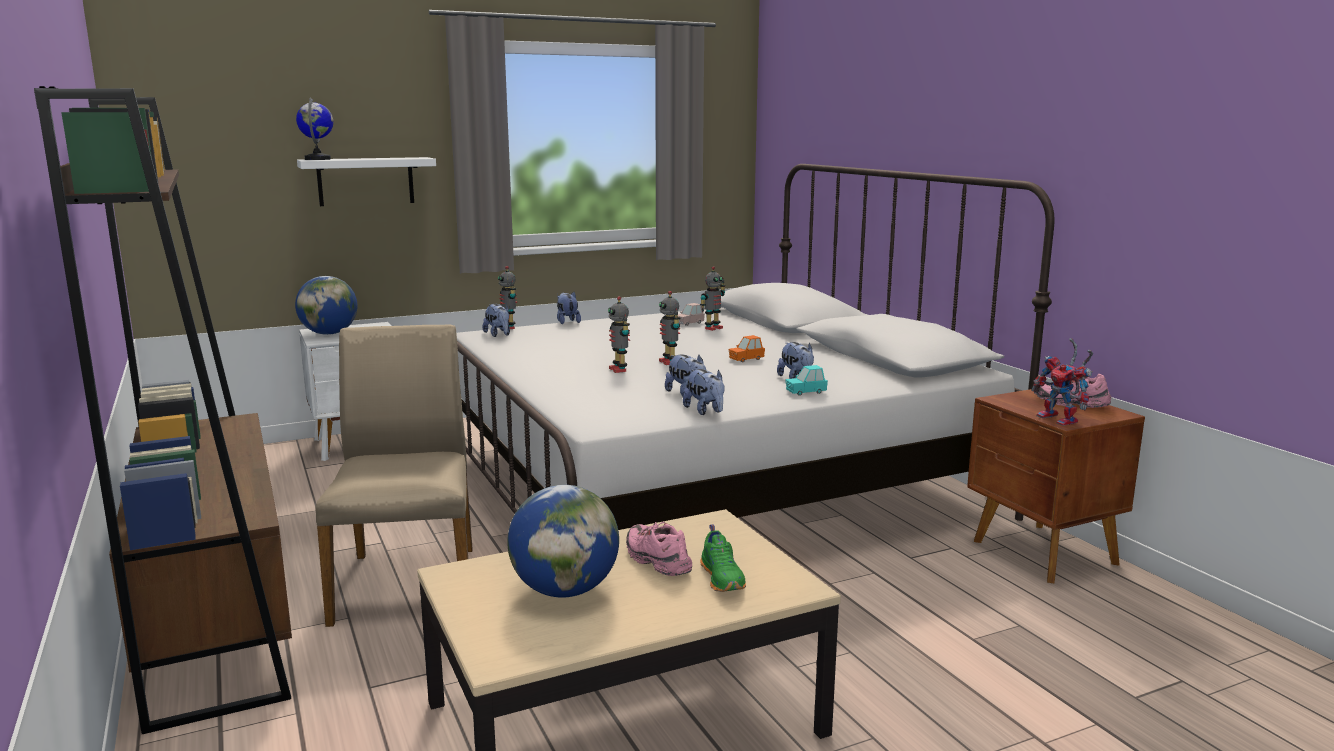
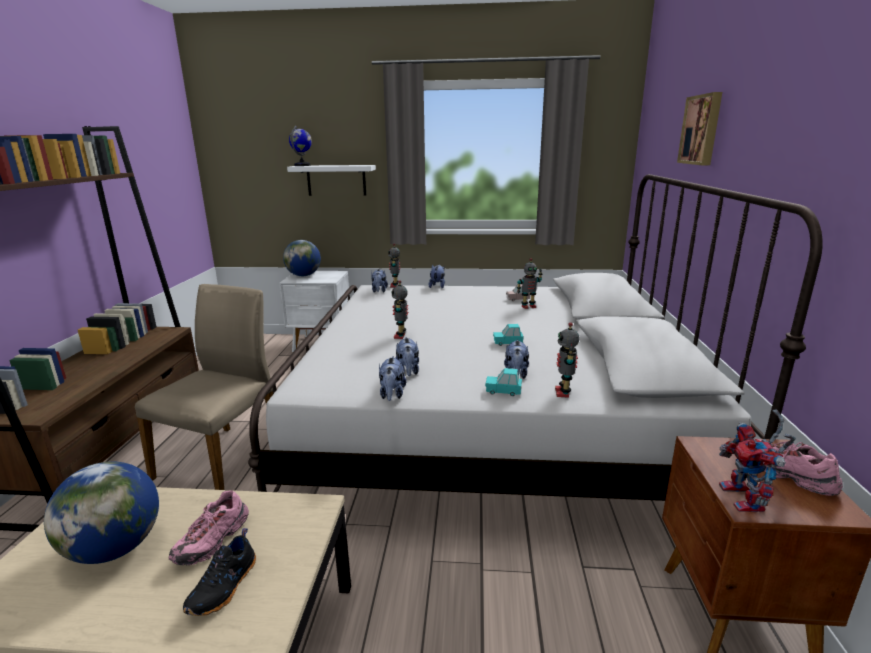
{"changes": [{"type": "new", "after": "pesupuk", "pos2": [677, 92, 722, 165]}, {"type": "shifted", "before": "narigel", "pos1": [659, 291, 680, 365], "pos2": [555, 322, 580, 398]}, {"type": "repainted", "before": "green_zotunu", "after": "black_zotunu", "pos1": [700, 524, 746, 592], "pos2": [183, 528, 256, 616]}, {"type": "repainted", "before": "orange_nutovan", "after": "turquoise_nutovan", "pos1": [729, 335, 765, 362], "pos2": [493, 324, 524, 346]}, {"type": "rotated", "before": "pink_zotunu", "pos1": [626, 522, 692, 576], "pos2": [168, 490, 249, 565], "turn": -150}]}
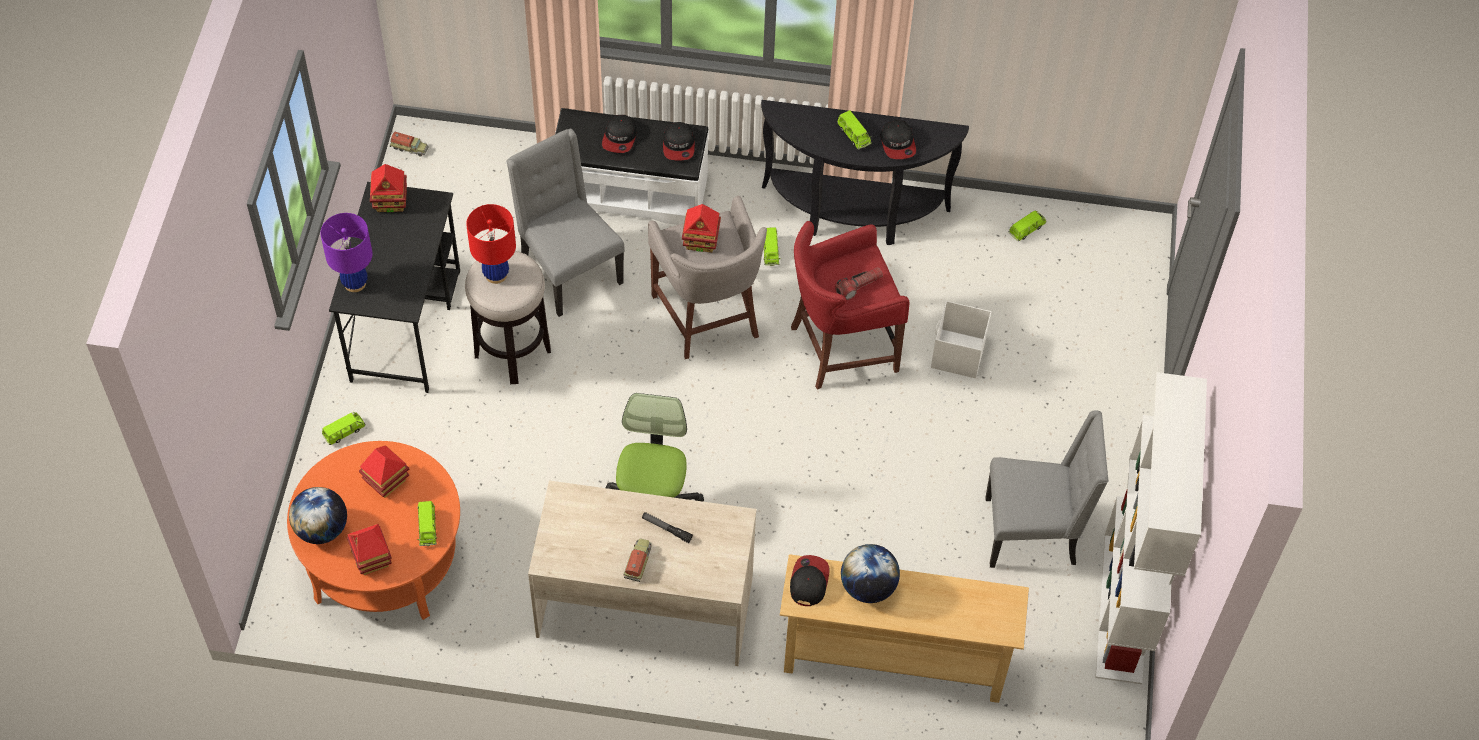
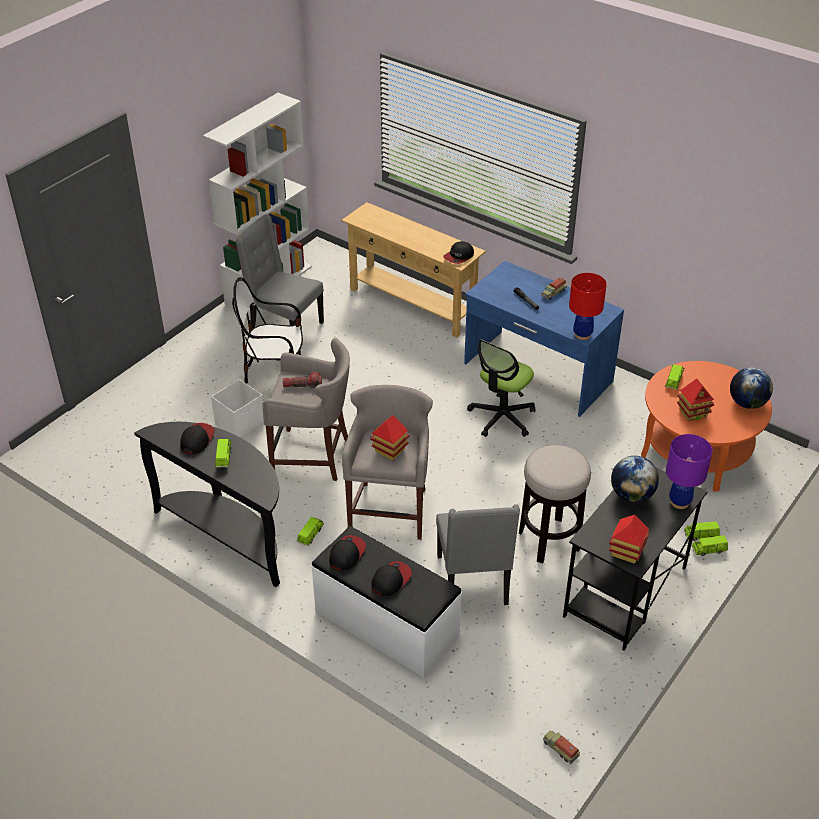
{"changes": [{"type": "gone", "before": "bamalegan", "pos1": [347, 524, 392, 575]}, {"type": "new", "after": "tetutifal", "pos2": [232, 277, 303, 384]}, {"type": "shifted", "before": "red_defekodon", "pos1": [466, 204, 516, 284], "pos2": [569, 273, 607, 340]}, {"type": "shifted", "before": "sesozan", "pos1": [841, 544, 900, 603], "pos2": [611, 456, 659, 503]}, {"type": "shifted", "before": "green_nutovan", "pos1": [1009, 210, 1047, 241], "pos2": [692, 535, 728, 556]}, {"type": "repainted", "before": "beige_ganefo", "after": "blue_ganefo", "pos1": [528, 481, 757, 666], "pos2": [464, 261, 624, 417]}, {"type": "repainted", "before": "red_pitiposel", "after": "grey_pitiposel", "pos1": [791, 221, 909, 390], "pos2": [263, 338, 350, 481]}]}
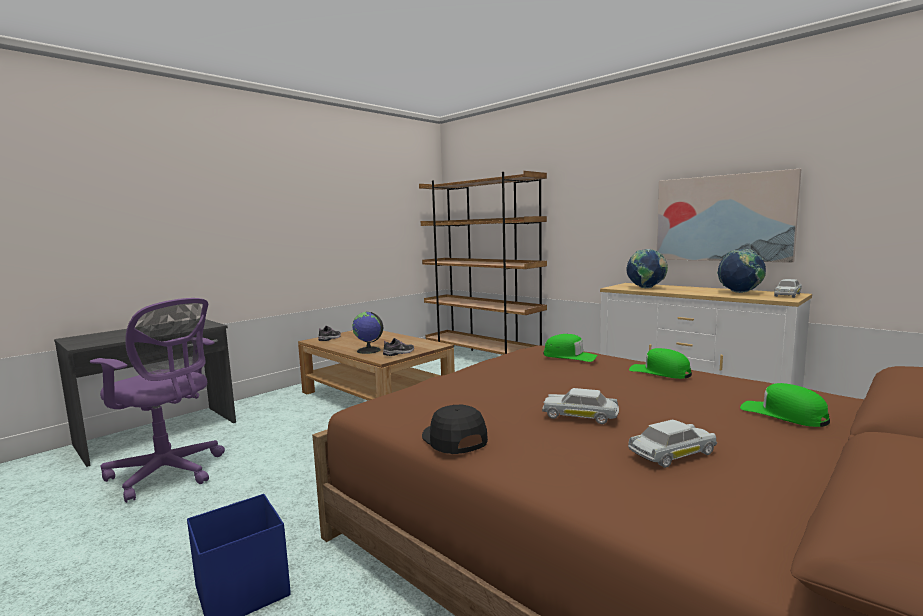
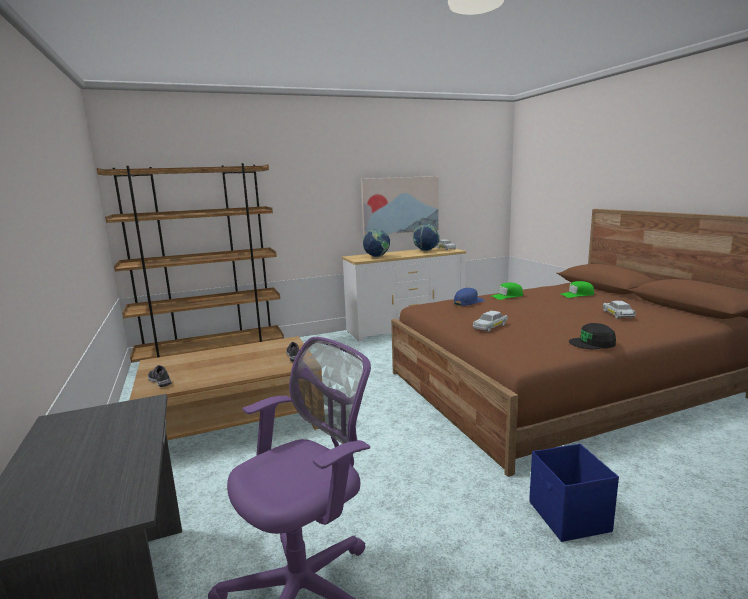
{"changes": [{"type": "gone", "before": "sesozan", "pos1": [352, 312, 383, 354]}, {"type": "shifted", "before": "white_nutovan", "pos1": [542, 388, 619, 424], "pos2": [472, 311, 508, 332]}, {"type": "repainted", "before": "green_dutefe", "after": "blue_dutefe", "pos1": [543, 334, 598, 362], "pos2": [454, 288, 485, 306]}]}
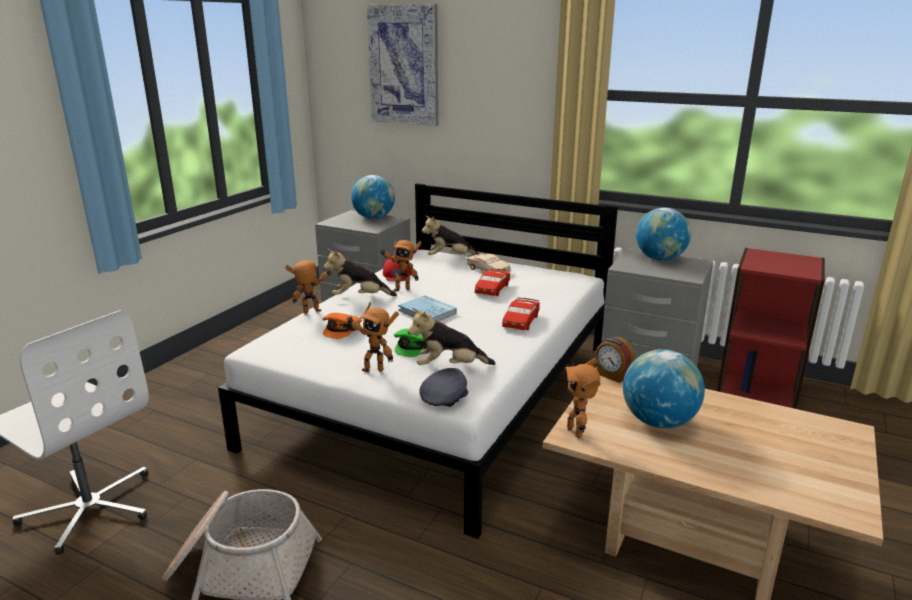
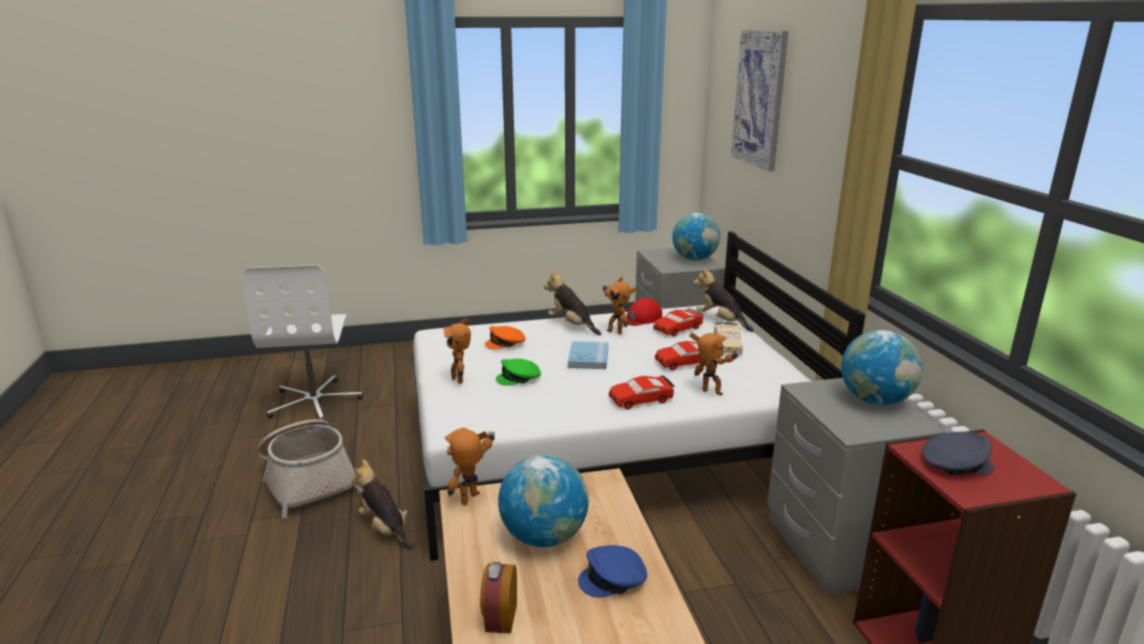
{"changes": [{"type": "new", "after": "blue_dutefe", "pos2": [578, 545, 647, 598]}, {"type": "new", "after": "red_nutovan", "pos2": [653, 308, 704, 337]}, {"type": "shifted", "before": "narigel", "pos1": [285, 260, 332, 314], "pos2": [689, 333, 739, 395]}, {"type": "shifted", "before": "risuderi", "pos1": [407, 308, 495, 365], "pos2": [351, 459, 415, 550]}, {"type": "shifted", "before": "grey_dutefe", "pos1": [419, 368, 468, 407], "pos2": [922, 432, 994, 475]}, {"type": "shifted", "before": "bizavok", "pos1": [595, 337, 634, 383], "pos2": [480, 562, 517, 634]}]}
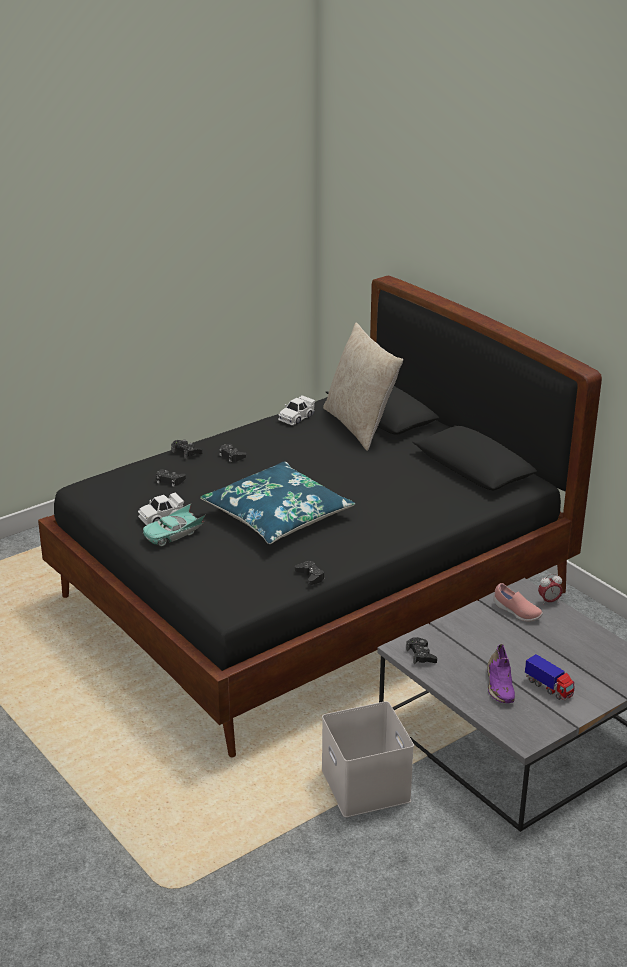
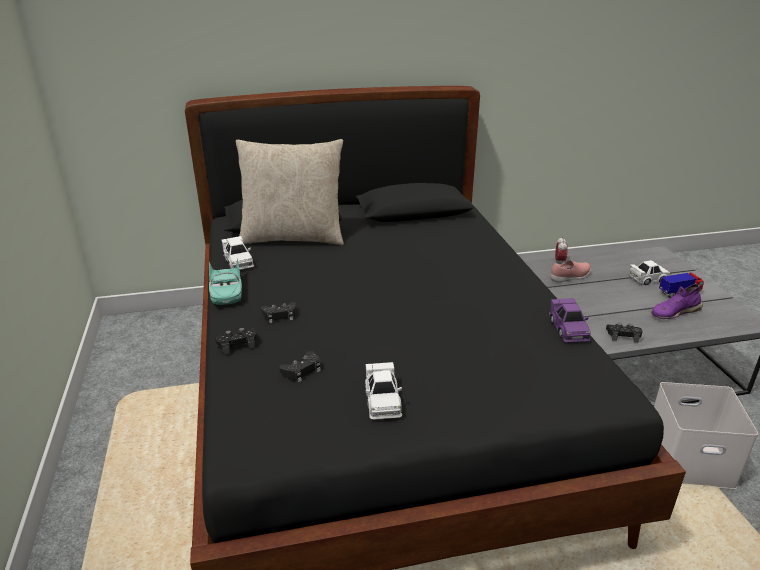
{"changes": [{"type": "gone", "before": "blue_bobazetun", "pos1": [200, 461, 355, 544]}, {"type": "new", "after": "white_nutovan", "pos2": [629, 260, 670, 285]}, {"type": "shifted", "before": "turquoise_nutovan", "pos1": [143, 504, 206, 547], "pos2": [209, 258, 242, 305]}, {"type": "swapped", "before": "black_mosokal", "after": "purple_nutovan", "pos1": [295, 561, 325, 585], "pos2": [549, 298, 591, 343]}, {"type": "rotated", "before": "purple_zotunu", "pos1": [487, 644, 515, 703], "pos2": [651, 284, 703, 319], "turn": 135}]}
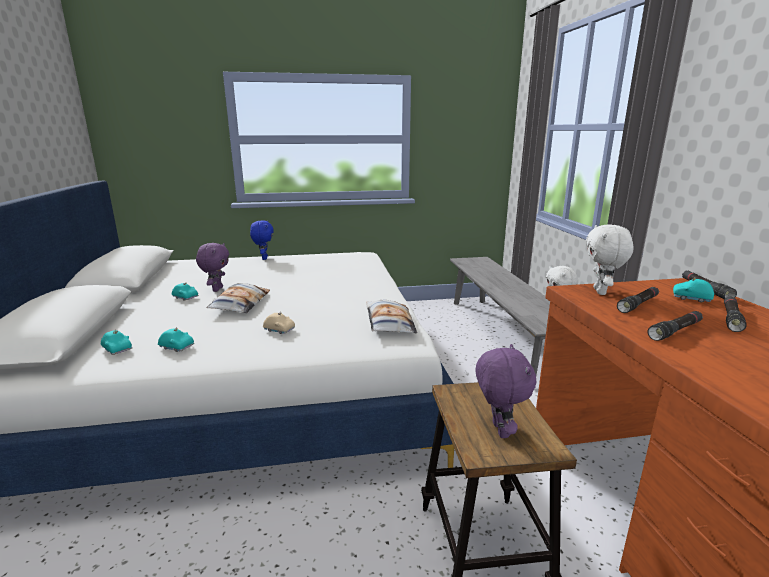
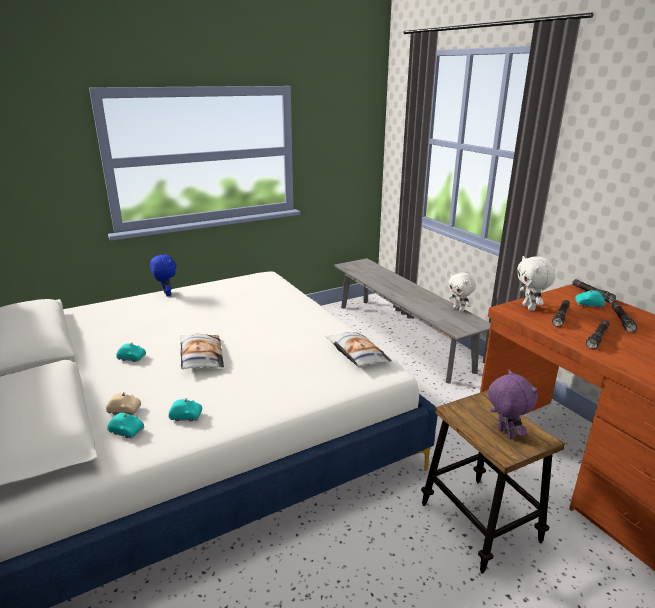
{"changes": [{"type": "gone", "before": "purple_risuderi", "pos1": [196, 243, 229, 292]}, {"type": "shifted", "before": "beige_nutovan", "pos1": [263, 312, 295, 334], "pos2": [106, 392, 141, 415]}]}
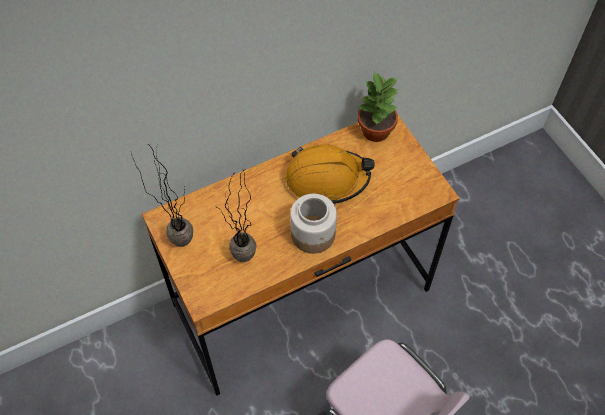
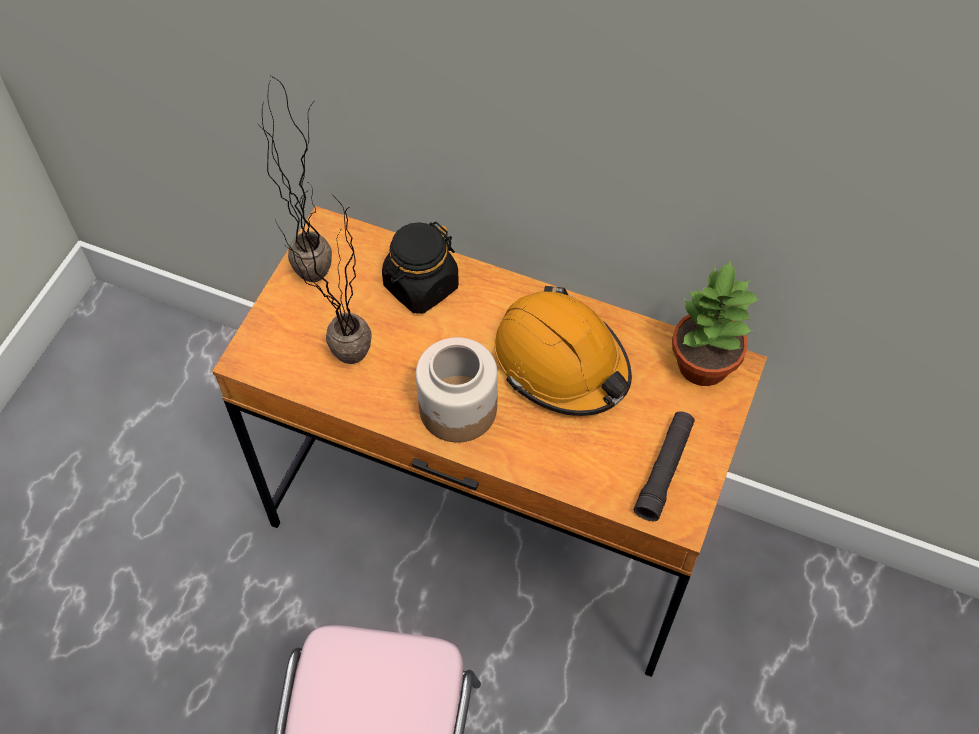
{"changes": [{"type": "new", "after": "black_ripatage", "pos2": [382, 222, 459, 314]}, {"type": "new", "after": "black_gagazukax", "pos2": [634, 411, 695, 521]}]}
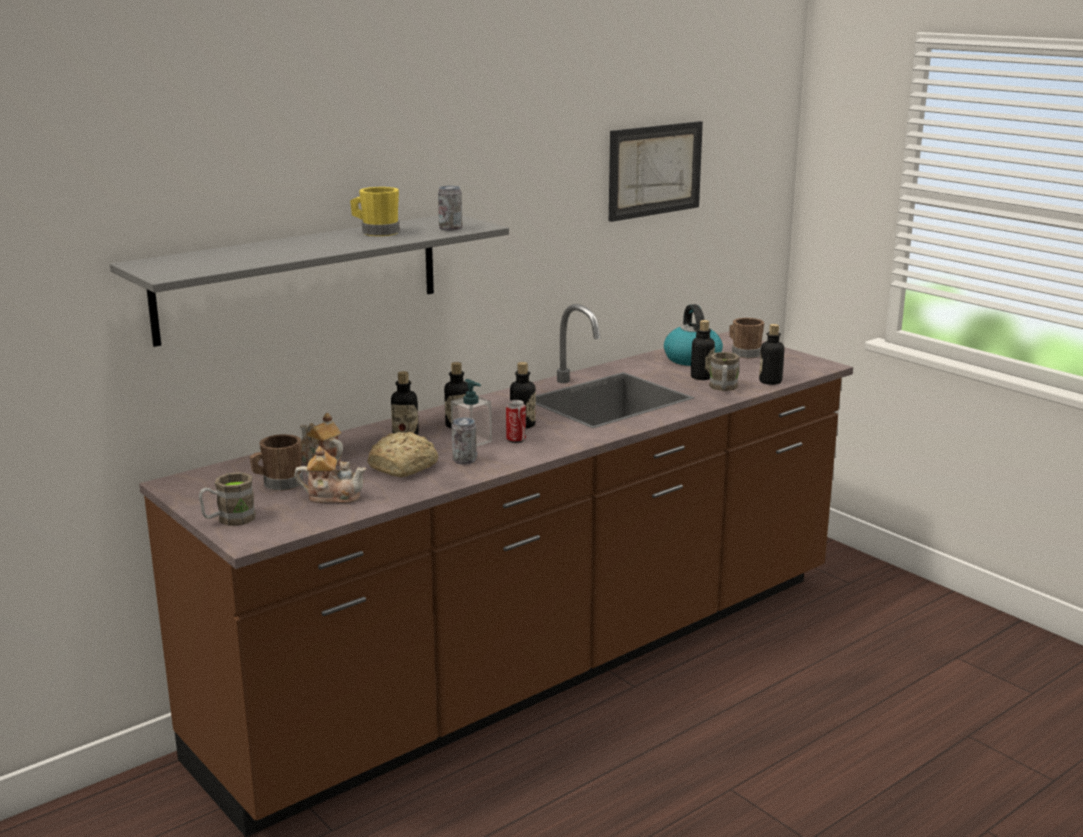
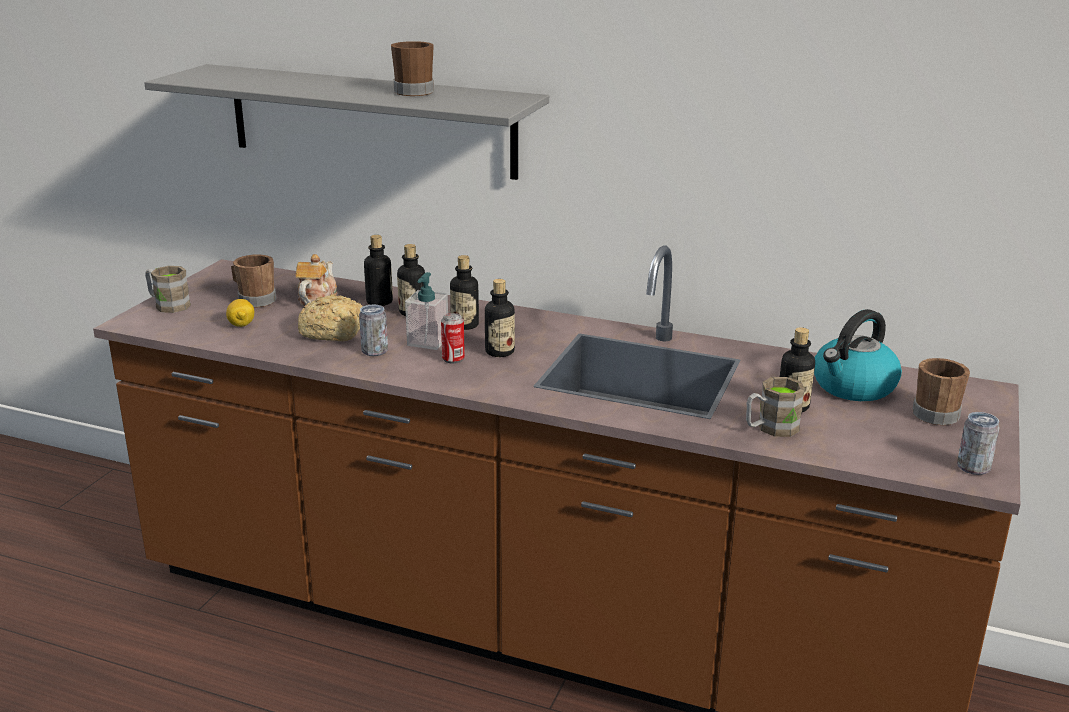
{"changes": [{"type": "gone", "before": "pesupuk", "pos1": [609, 121, 703, 222]}, {"type": "shifted", "before": "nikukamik", "pos1": [438, 186, 462, 231], "pos2": [957, 412, 1000, 475]}, {"type": "shifted", "before": "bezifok", "pos1": [759, 324, 784, 385], "pos2": [364, 235, 393, 306]}, {"type": "swapped", "before": "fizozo", "after": "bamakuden", "pos1": [294, 446, 366, 503], "pos2": [226, 299, 254, 327]}, {"type": "repainted", "before": "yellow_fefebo", "after": "brown_fefebo", "pos1": [350, 187, 400, 236], "pos2": [391, 41, 434, 96]}]}
